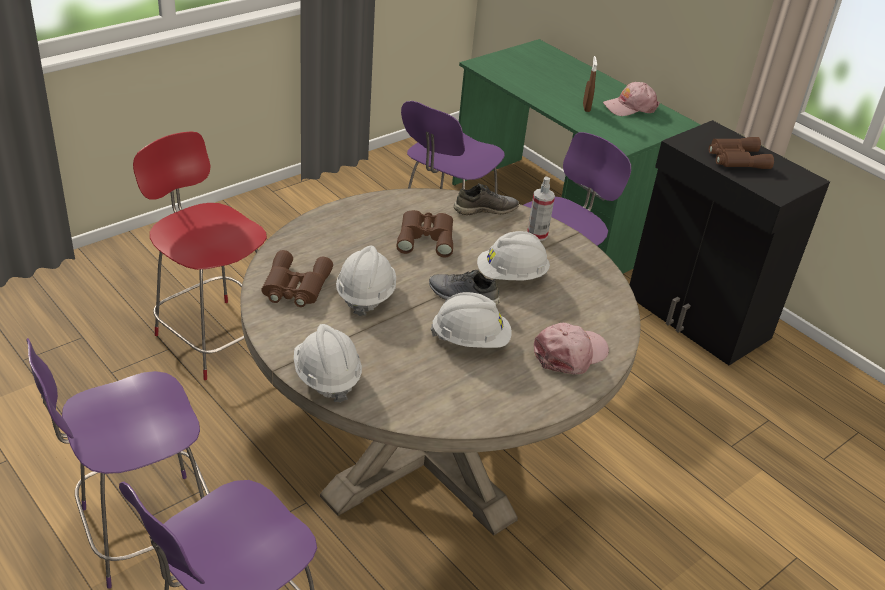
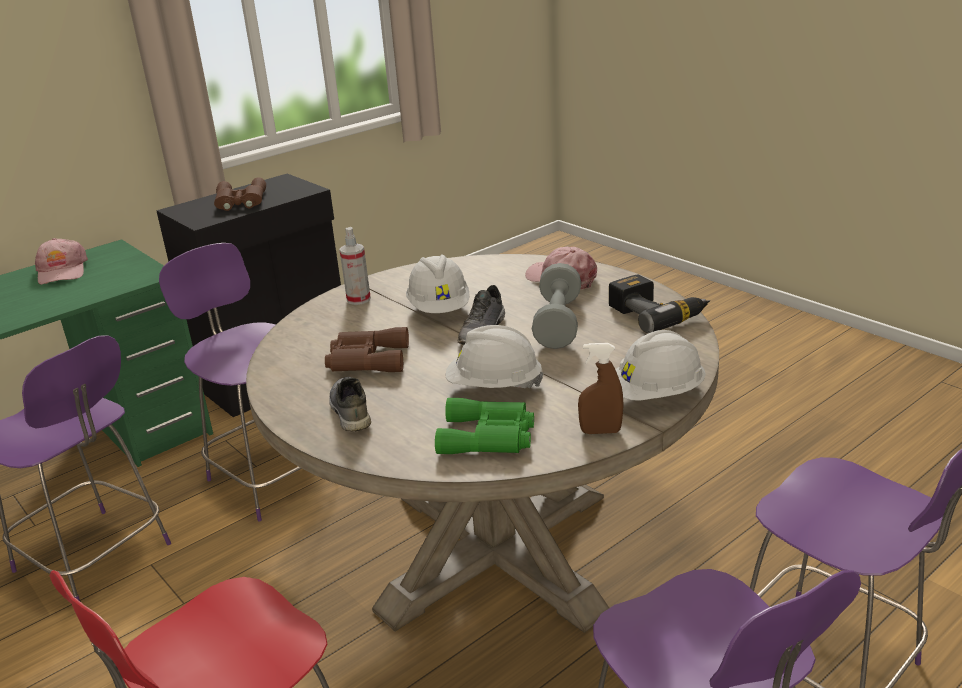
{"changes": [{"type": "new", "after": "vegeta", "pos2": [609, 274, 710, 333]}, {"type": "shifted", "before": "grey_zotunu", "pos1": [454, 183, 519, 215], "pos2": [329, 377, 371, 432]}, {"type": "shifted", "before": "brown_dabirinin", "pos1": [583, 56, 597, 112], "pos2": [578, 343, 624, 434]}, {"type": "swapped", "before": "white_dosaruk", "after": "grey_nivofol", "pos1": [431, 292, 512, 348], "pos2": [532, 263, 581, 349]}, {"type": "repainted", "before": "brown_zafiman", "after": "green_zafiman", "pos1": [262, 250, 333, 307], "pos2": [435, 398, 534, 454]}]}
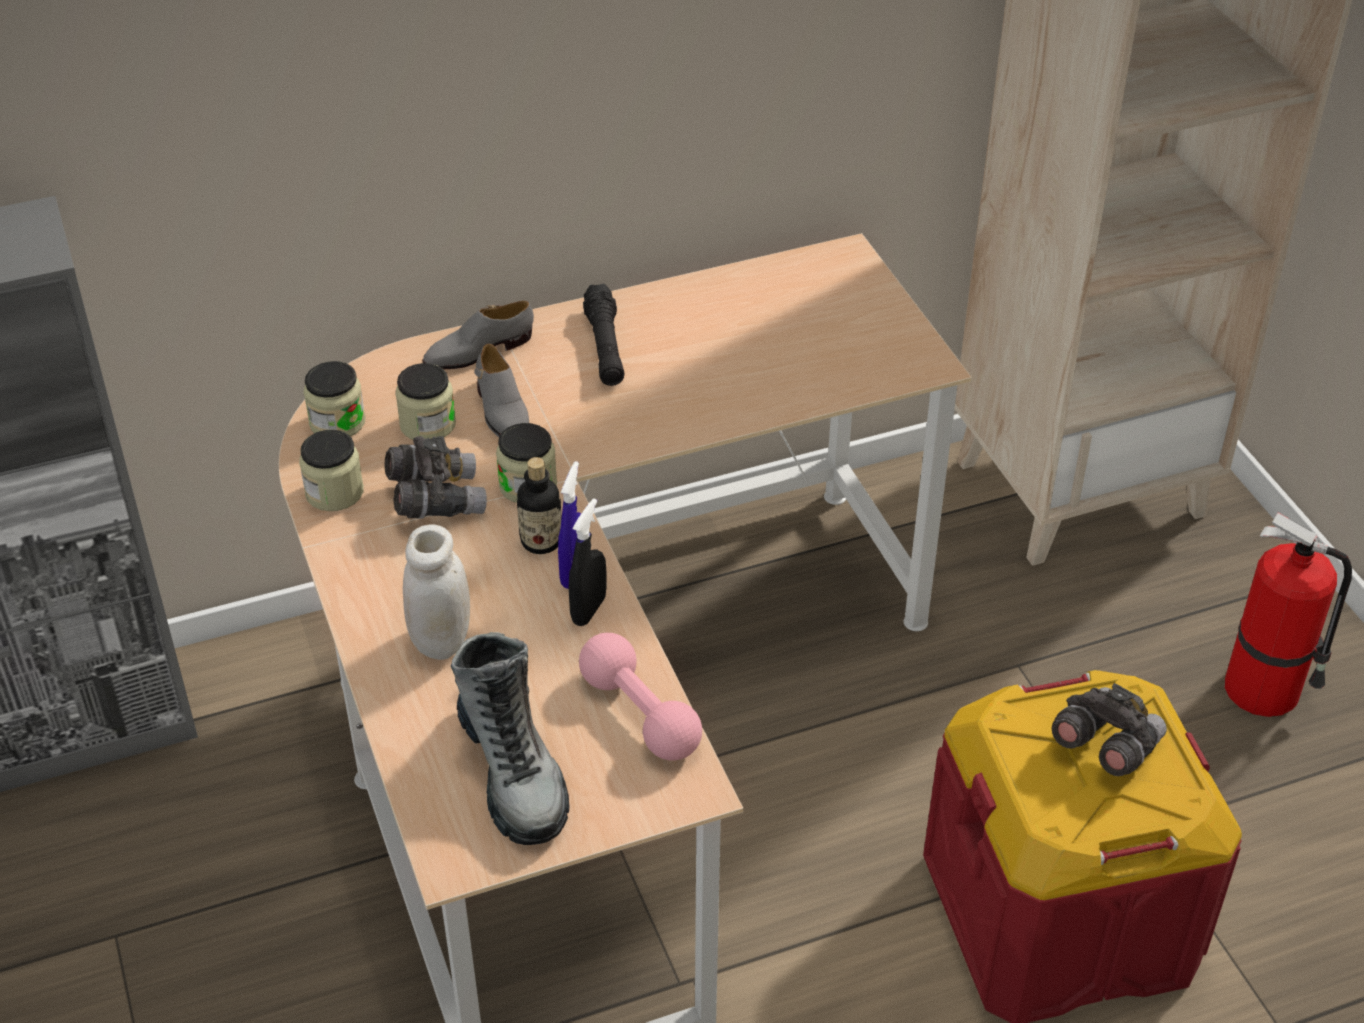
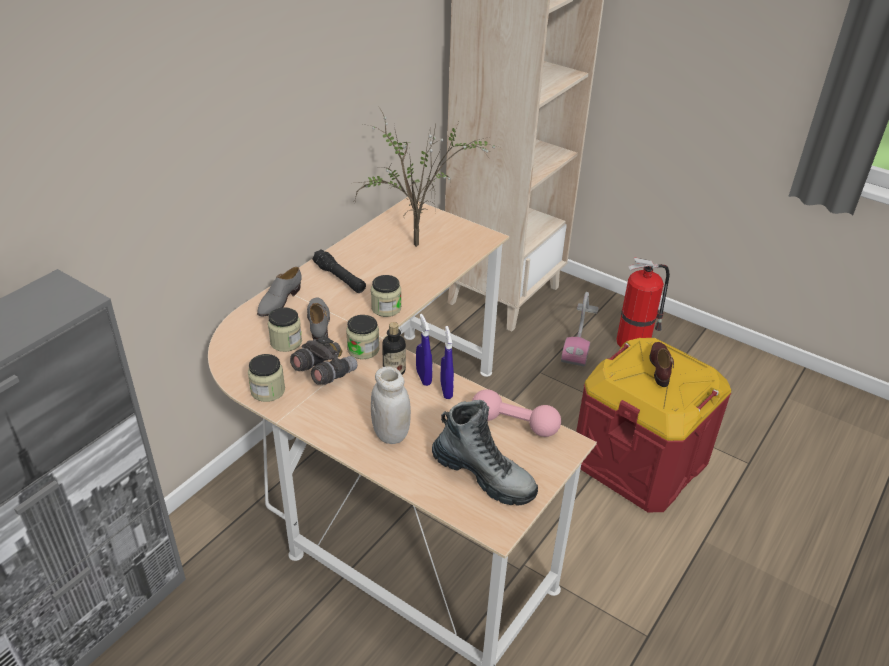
{"changes": [{"type": "new", "after": "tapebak", "pos2": [354, 107, 498, 247]}, {"type": "new", "after": "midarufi", "pos2": [561, 292, 599, 367]}, {"type": "shifted", "before": "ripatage", "pos1": [303, 361, 366, 436], "pos2": [371, 275, 401, 317]}, {"type": "swapped", "before": "grey_zafiman", "after": "brown_zotunu", "pos1": [1052, 683, 1167, 776], "pos2": [649, 342, 674, 387]}, {"type": "repainted", "before": "black_dabirinin", "after": "blue_dabirinin", "pos1": [568, 499, 606, 626], "pos2": [440, 326, 454, 399]}, {"type": "rotated", "before": "grey_zotunu", "pos1": [474, 344, 529, 437], "pos2": [307, 298, 330, 340], "turn": -135}]}
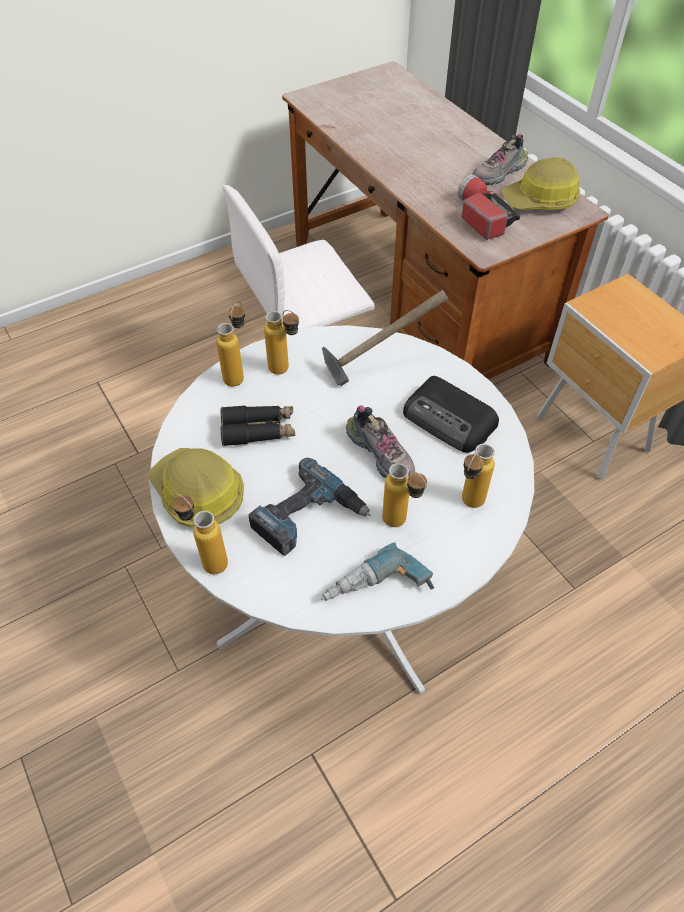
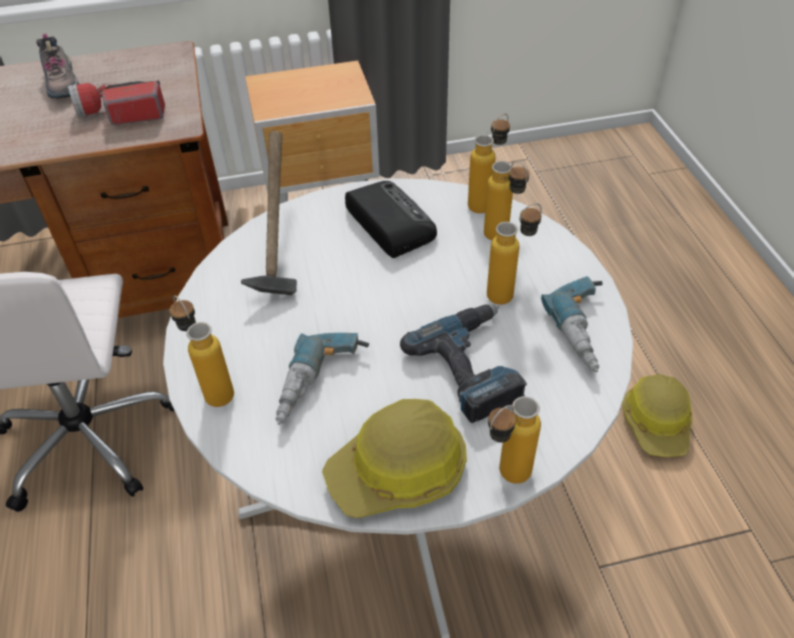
{"changes": [{"type": "gone", "before": "zotunu", "pos1": [346, 405, 415, 478]}, {"type": "shifted", "before": "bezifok", "pos1": [264, 310, 299, 374], "pos2": [468, 113, 510, 213]}, {"type": "shifted", "before": "dosaruk", "pos1": [502, 157, 580, 210], "pos2": [622, 374, 693, 457]}, {"type": "swapped", "before": "black_zafiman", "after": "vegeta", "pos1": [221, 405, 295, 446], "pos2": [275, 333, 369, 425]}, {"type": "rotated", "before": "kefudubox", "pos1": [403, 376, 499, 453], "pos2": [345, 181, 437, 258], "turn": -90}]}
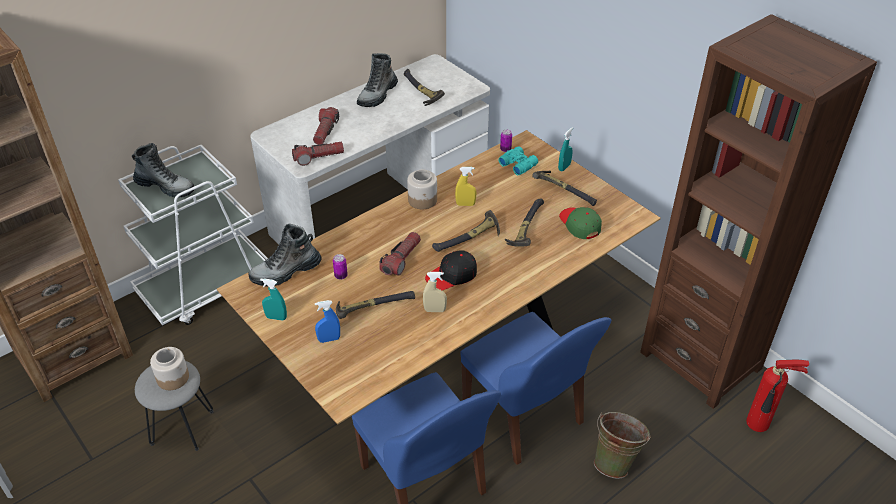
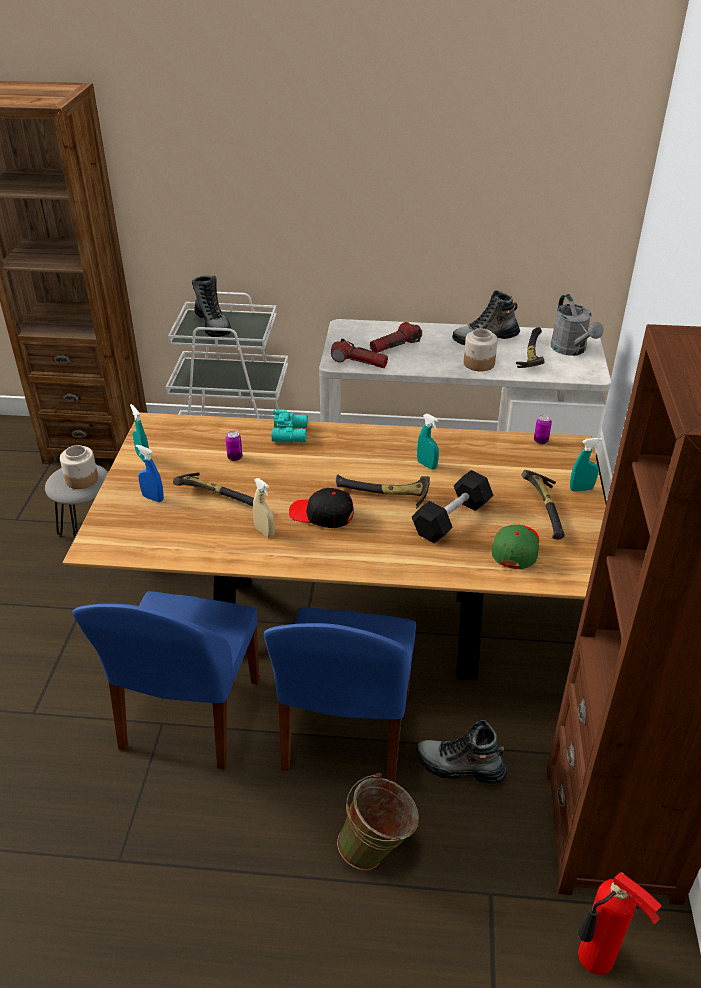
{"changes": [{"type": "gone", "before": "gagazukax", "pos1": [379, 232, 421, 276]}, {"type": "new", "after": "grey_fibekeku", "pos2": [551, 294, 604, 356]}, {"type": "shifted", "before": "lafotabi", "pos1": [249, 224, 322, 287], "pos2": [416, 720, 507, 784]}, {"type": "shifted", "before": "ripatage", "pos1": [407, 169, 437, 209], "pos2": [464, 329, 498, 371]}, {"type": "shifted", "before": "turquoise_zafiman", "pos1": [499, 146, 538, 175], "pos2": [272, 410, 308, 443]}, {"type": "swapped", "before": "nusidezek", "after": "black_nivofol", "pos1": [505, 198, 544, 247], "pos2": [412, 470, 493, 543]}, {"type": "repainted", "before": "yellow_dabirinin", "after": "turquoise_dabirinin", "pos1": [455, 167, 477, 206], "pos2": [417, 414, 439, 470]}]}
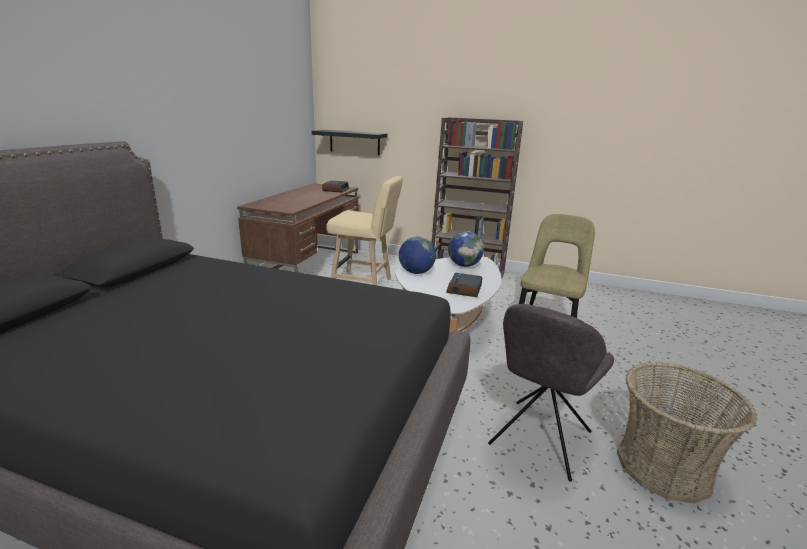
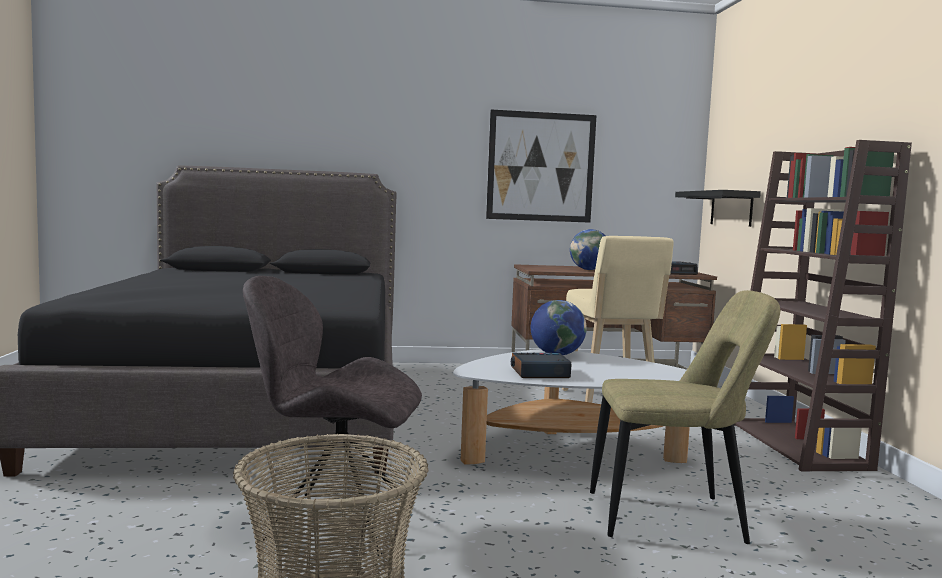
{"changes": [{"type": "new", "after": "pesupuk", "pos2": [486, 110, 596, 223]}, {"type": "shifted", "before": "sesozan", "pos1": [448, 231, 484, 267], "pos2": [570, 229, 605, 270]}]}
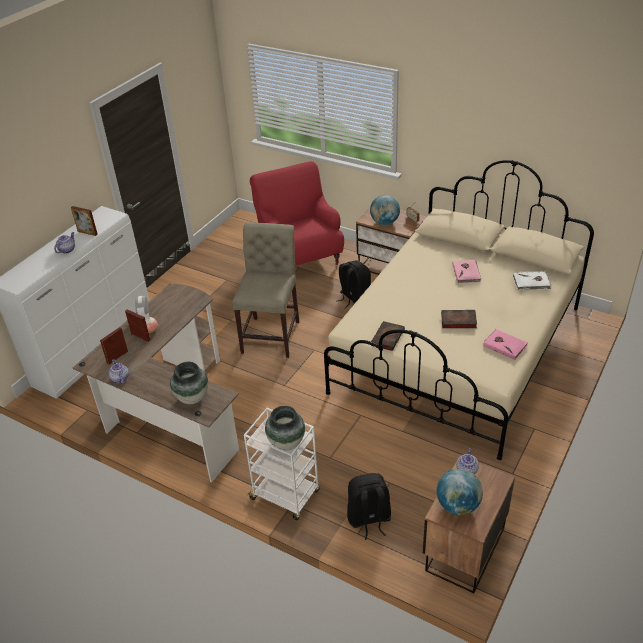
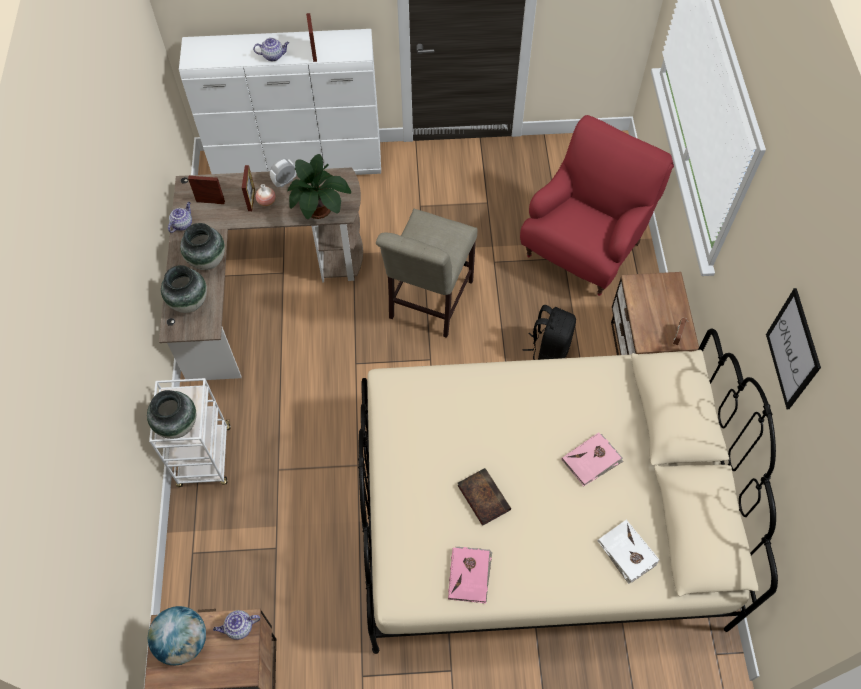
{"changes": [{"type": "gone", "before": "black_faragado", "pos1": [347, 473, 391, 540]}, {"type": "gone", "before": "sesozan", "pos1": [370, 195, 400, 225]}, {"type": "gone", "before": "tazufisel", "pos1": [371, 321, 405, 351]}, {"type": "new", "after": "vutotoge", "pos2": [180, 223, 225, 270]}, {"type": "new", "after": "tapebak", "pos2": [287, 154, 351, 219]}, {"type": "new", "after": "pesupuk", "pos2": [766, 288, 821, 409]}, {"type": "rotated", "before": "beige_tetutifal", "pos1": [232, 222, 299, 358], "pos2": [376, 208, 478, 338], "turn": 135}]}
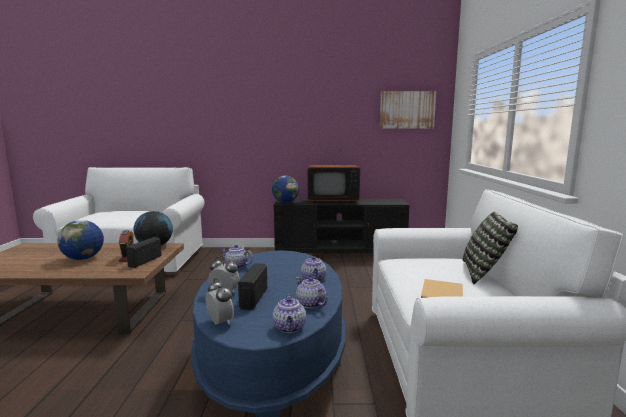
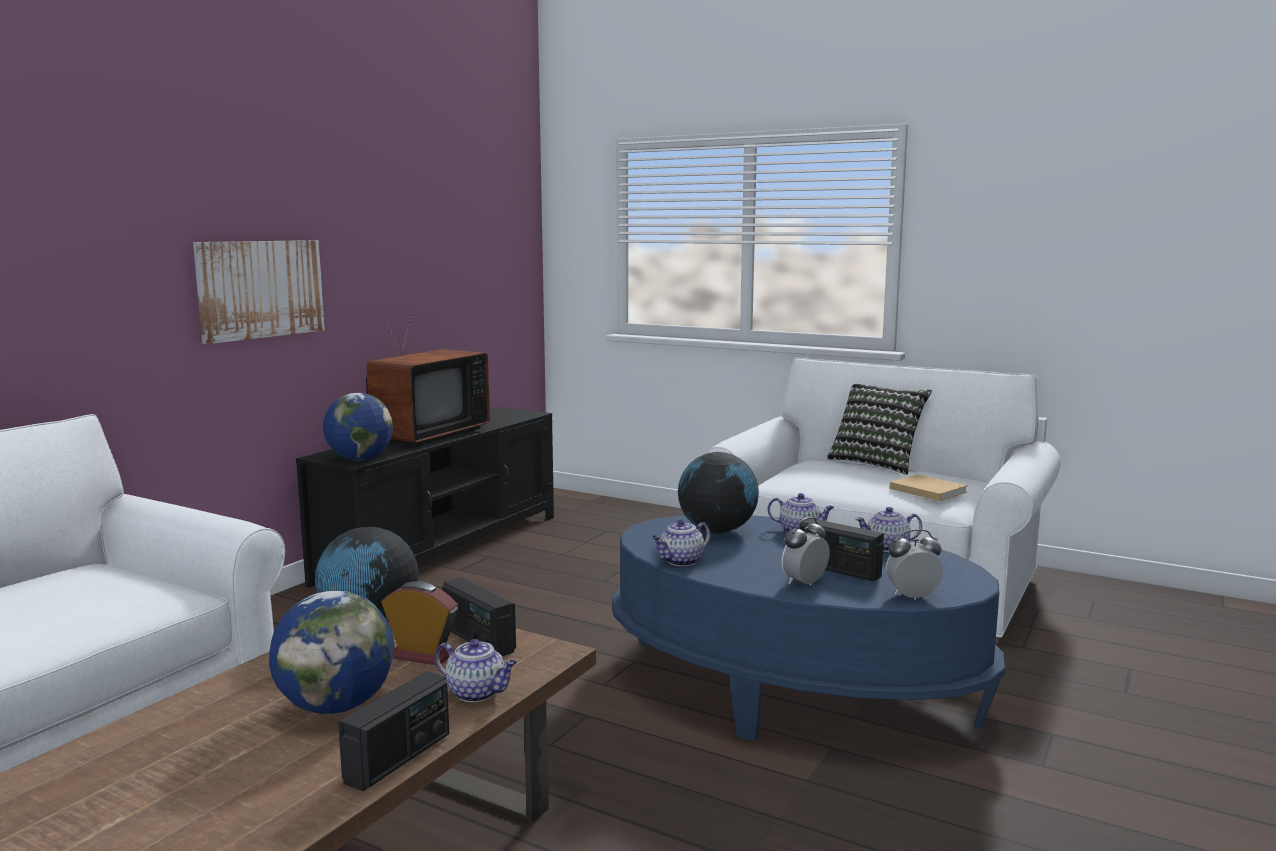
{"changes": [{"type": "new", "after": "kefudubox", "pos2": [338, 671, 449, 791]}, {"type": "new", "after": "sesozan", "pos2": [678, 452, 759, 534]}, {"type": "shifted", "before": "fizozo", "pos1": [273, 294, 306, 333], "pos2": [434, 639, 517, 702]}, {"type": "shifted", "before": "pesupuk", "pos1": [380, 91, 436, 128], "pos2": [193, 240, 325, 344]}]}
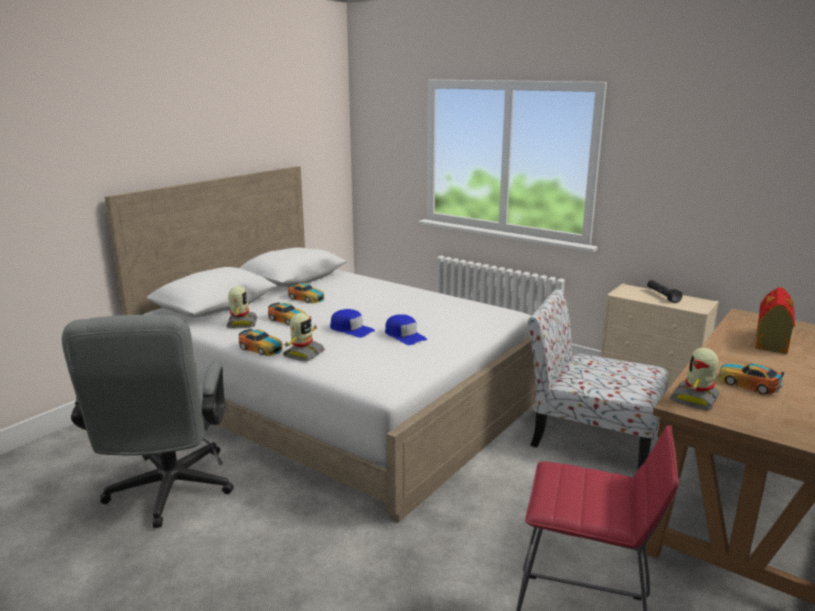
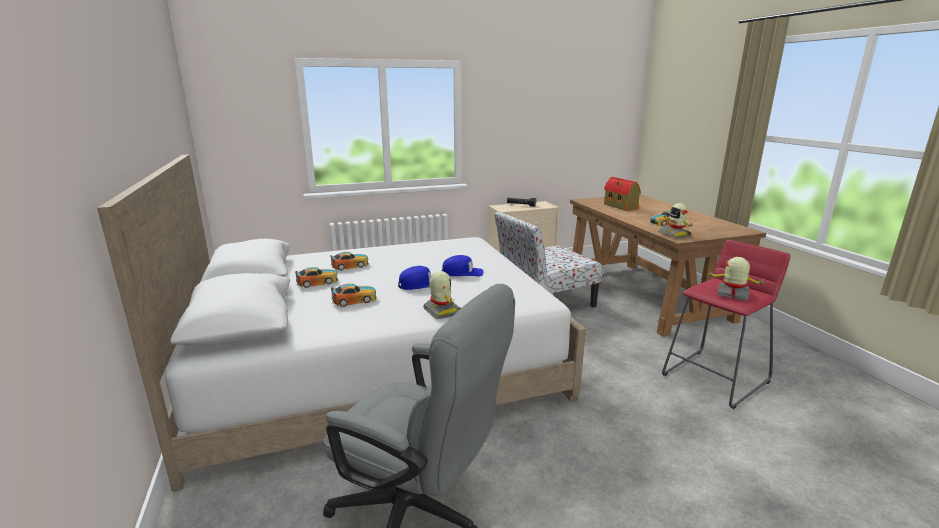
{"changes": [{"type": "shifted", "before": "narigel", "pos1": [227, 286, 257, 328], "pos2": [708, 257, 767, 301]}, {"type": "shifted", "before": "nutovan", "pos1": [239, 329, 283, 356], "pos2": [330, 252, 369, 270]}]}
